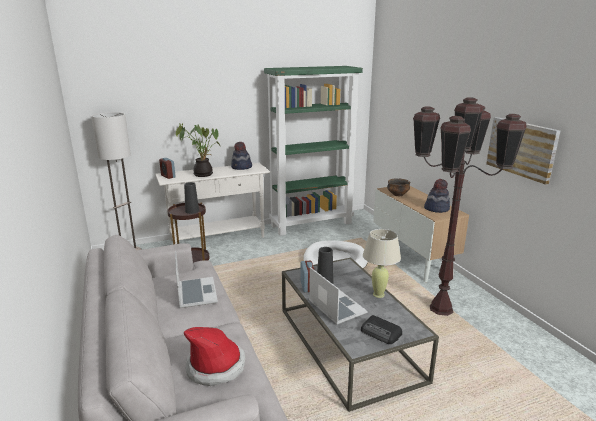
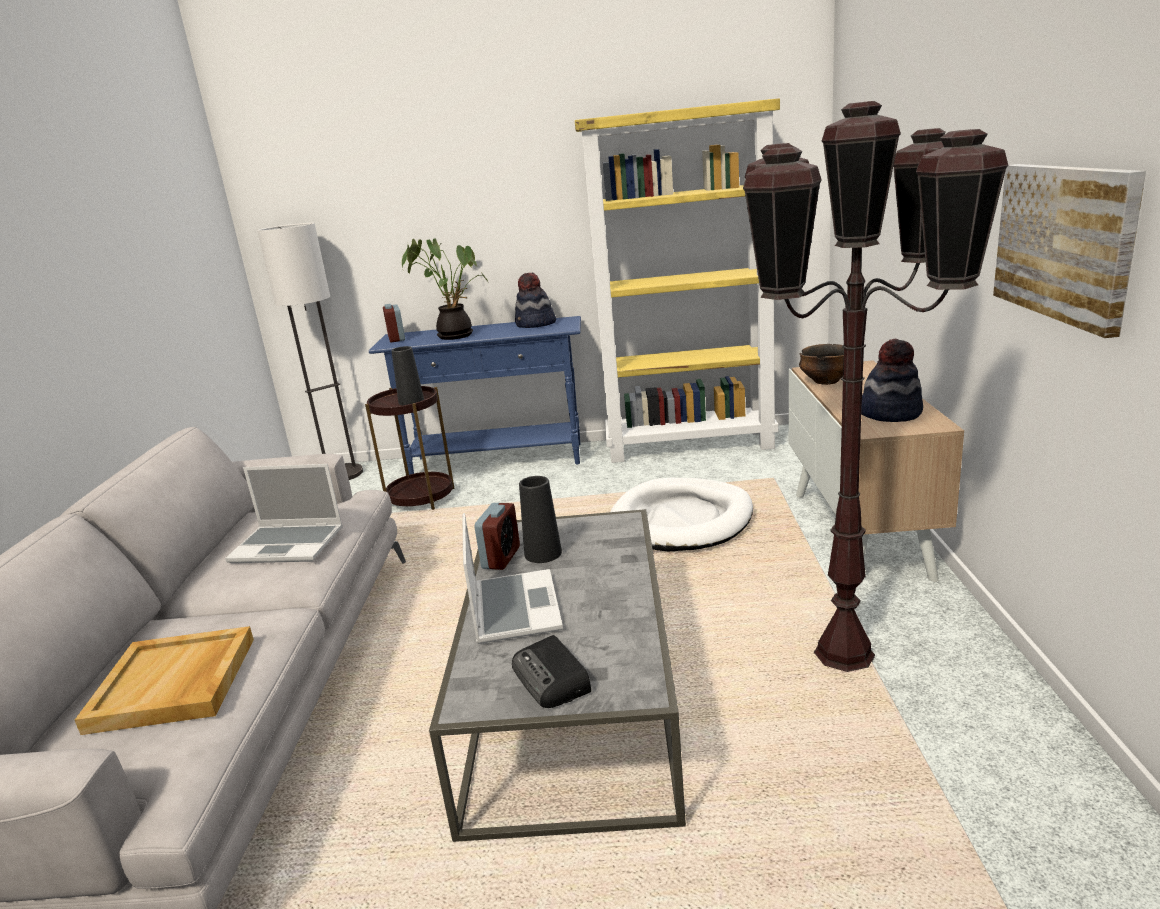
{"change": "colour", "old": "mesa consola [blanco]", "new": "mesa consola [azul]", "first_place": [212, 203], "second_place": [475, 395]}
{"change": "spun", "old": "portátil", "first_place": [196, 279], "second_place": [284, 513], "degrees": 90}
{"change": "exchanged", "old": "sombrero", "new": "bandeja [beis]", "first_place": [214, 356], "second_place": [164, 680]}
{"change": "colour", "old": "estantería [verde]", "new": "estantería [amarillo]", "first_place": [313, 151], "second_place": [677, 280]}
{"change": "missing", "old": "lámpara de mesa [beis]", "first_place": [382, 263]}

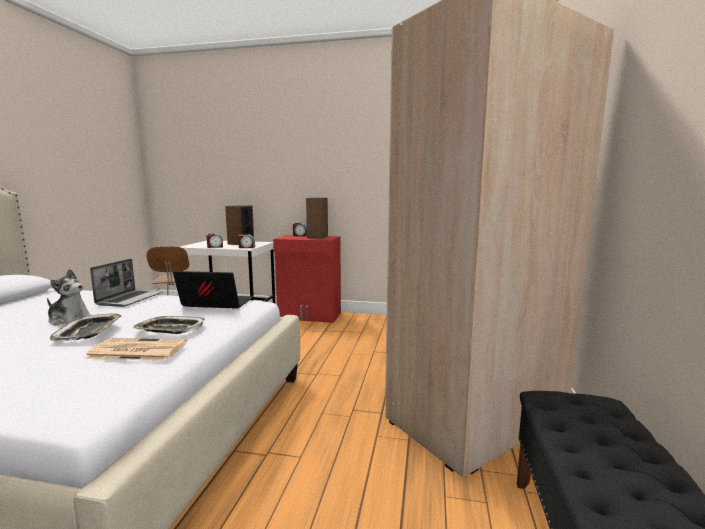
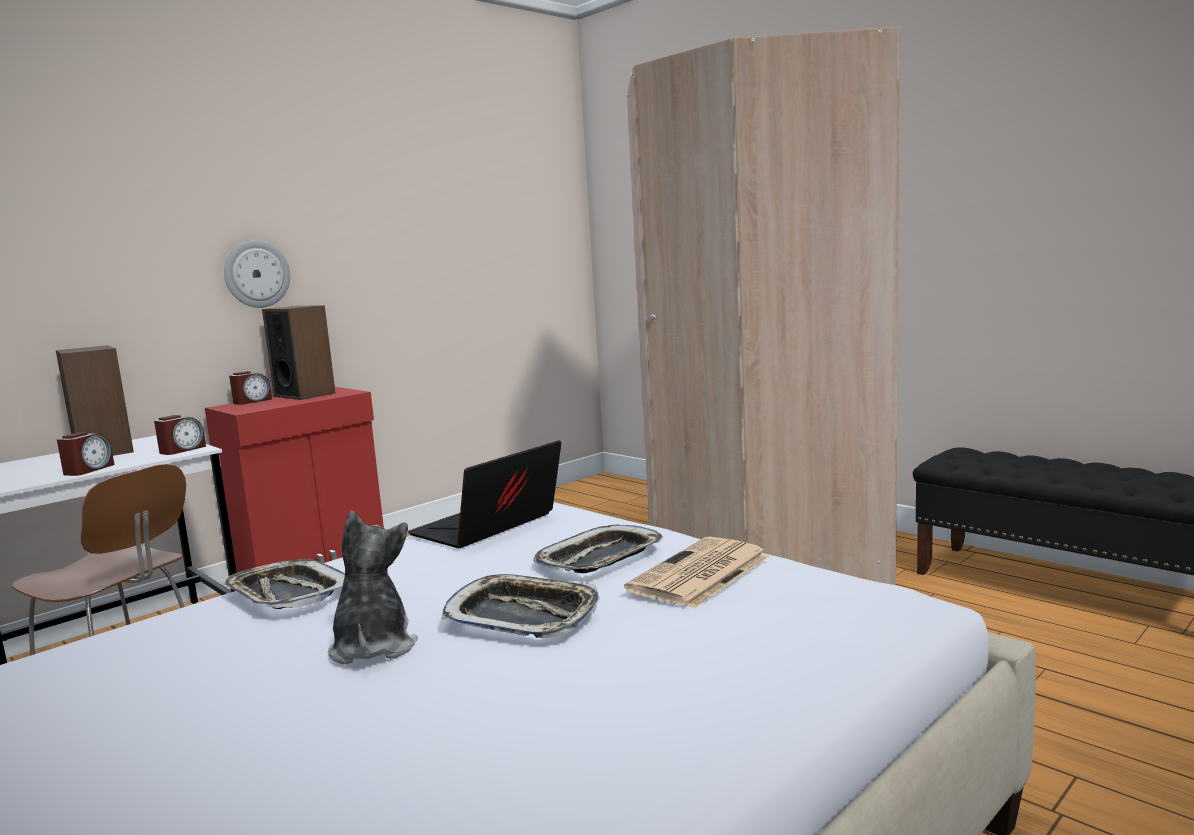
{"change": "spun", "old": "peluche", "first_place": [69, 297], "second_place": [373, 588], "degrees": -60}
{"change": "exchanged", "old": "portátil", "new": "bandeja", "first_place": [126, 283], "second_place": [282, 584]}
{"change": "appeared", "new": "reloj de pared", "second_place": [257, 274]}

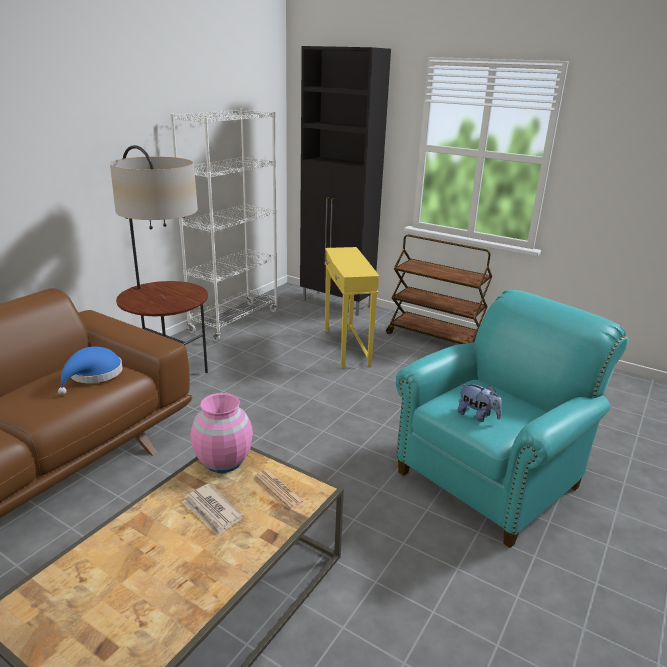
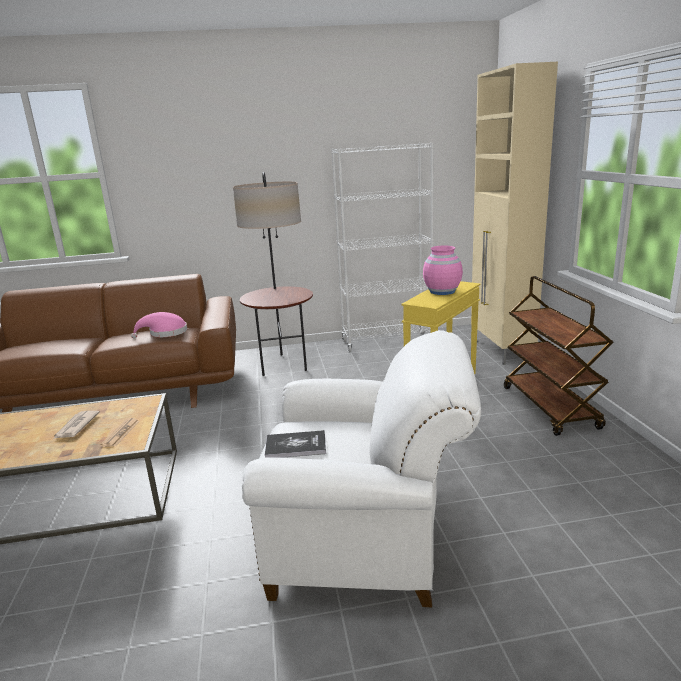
{"change": "colour", "old": "sombrero [azul]", "new": "sombrero [rosa]", "first_place": [90, 370], "second_place": [159, 325]}
{"change": "relocated", "old": "florero [rosa]", "first_place": [222, 433], "second_place": [443, 270]}
{"change": "colour", "old": "armario [negro]", "new": "armario [beis]", "first_place": [345, 181], "second_place": [514, 213]}
{"change": "colour", "old": "sillón [turquesa]", "new": "sillón [blanco]", "first_place": [512, 419], "second_place": [361, 468]}
{"change": "exchanged", "old": "peluche", "new": "libro", "first_place": [479, 403], "second_place": [295, 444]}

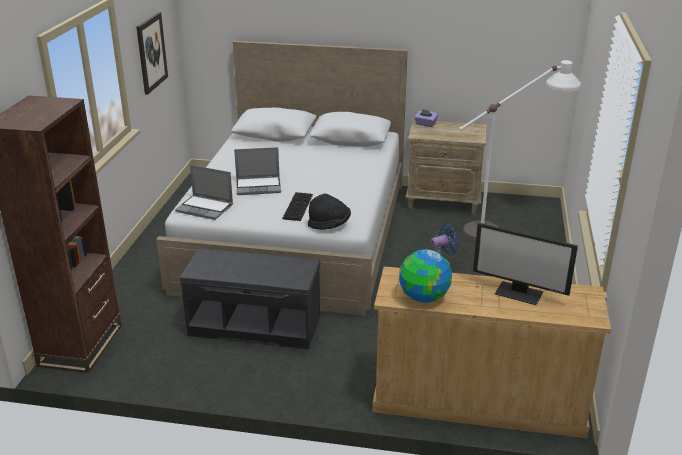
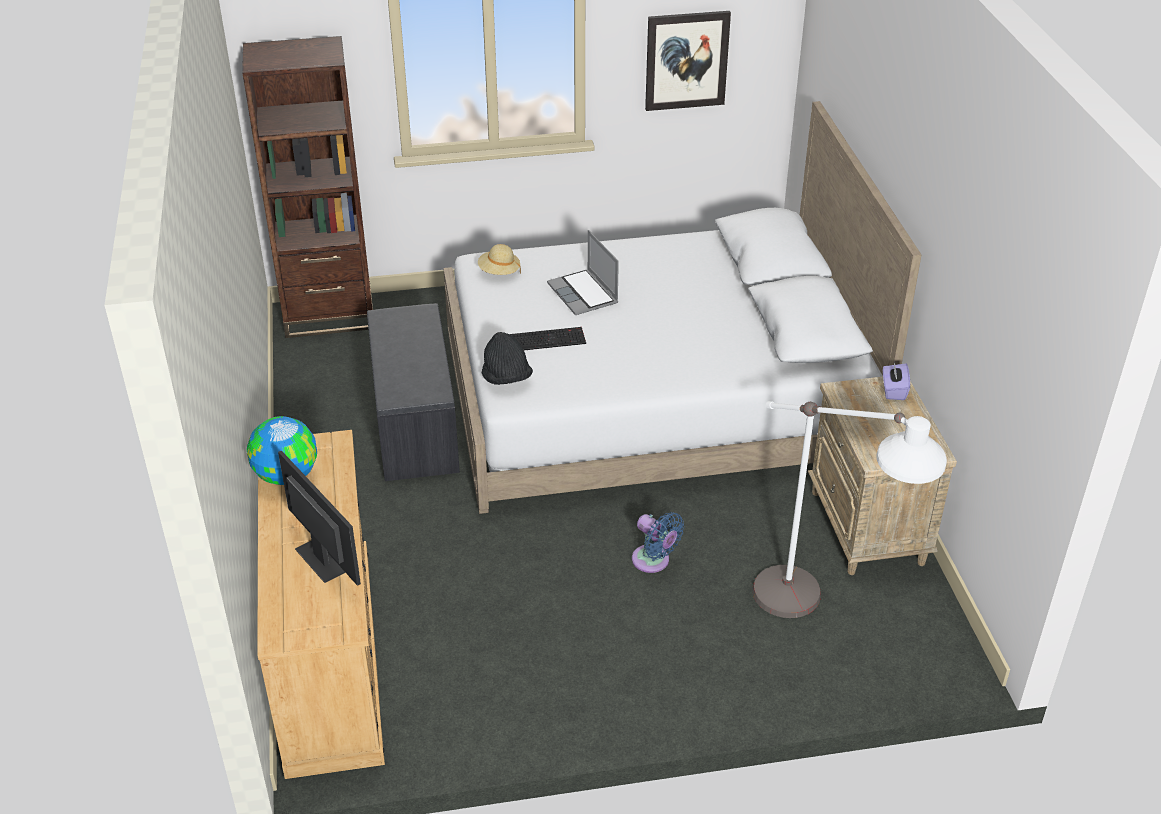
{"change": "exchanged", "old": "portátil", "new": "sombrero [beis]", "first_place": [204, 192], "second_place": [499, 259]}
{"change": "spun", "old": "monitor", "first_place": [525, 264], "second_place": [319, 518], "degrees": 135}

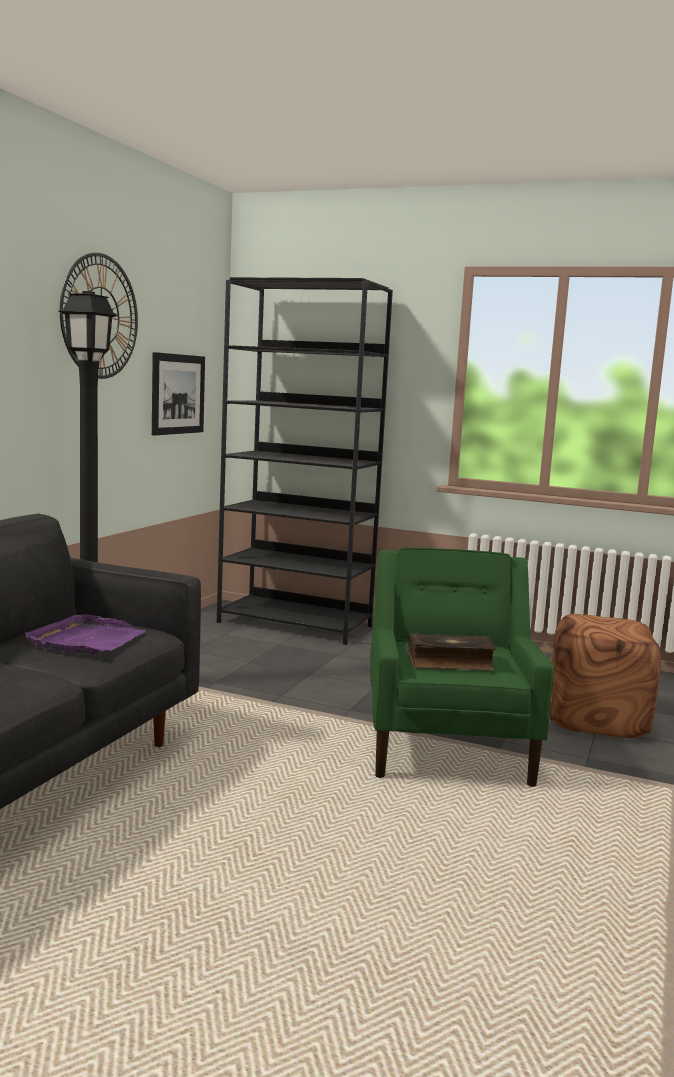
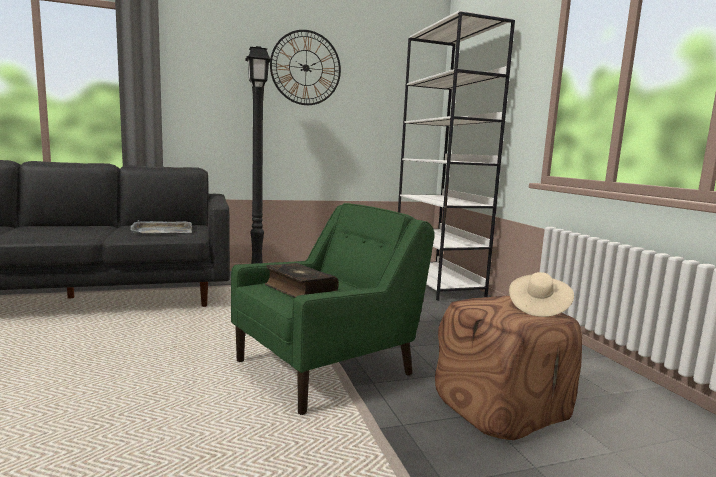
{"change": "colour", "old": "bandeja [morado]", "new": "bandeja [gris]", "first_place": [85, 634], "second_place": [161, 226]}
{"change": "missing", "old": "cuadro", "first_place": [178, 393]}
{"change": "colour", "old": "estantería [negro]", "new": "estantería [blanco]", "first_place": [305, 461], "second_place": [456, 155]}
{"change": "appeared", "new": "sombrero [beis]", "second_place": [541, 294]}

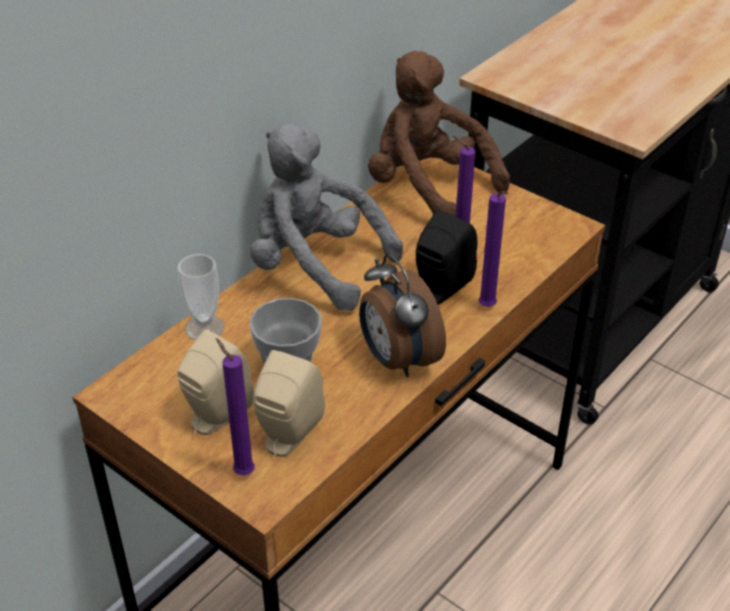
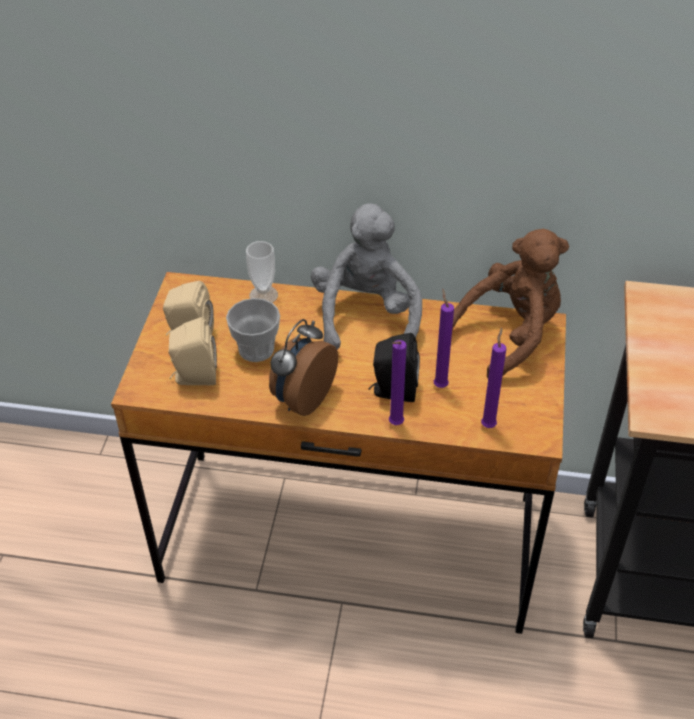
{"change": "relocated", "old": "vela [morado]", "first_place": [235, 406], "second_place": [493, 378]}
{"change": "spun", "old": "peluche [marrón]", "first_place": [439, 134], "second_place": [510, 303], "degrees": 45}

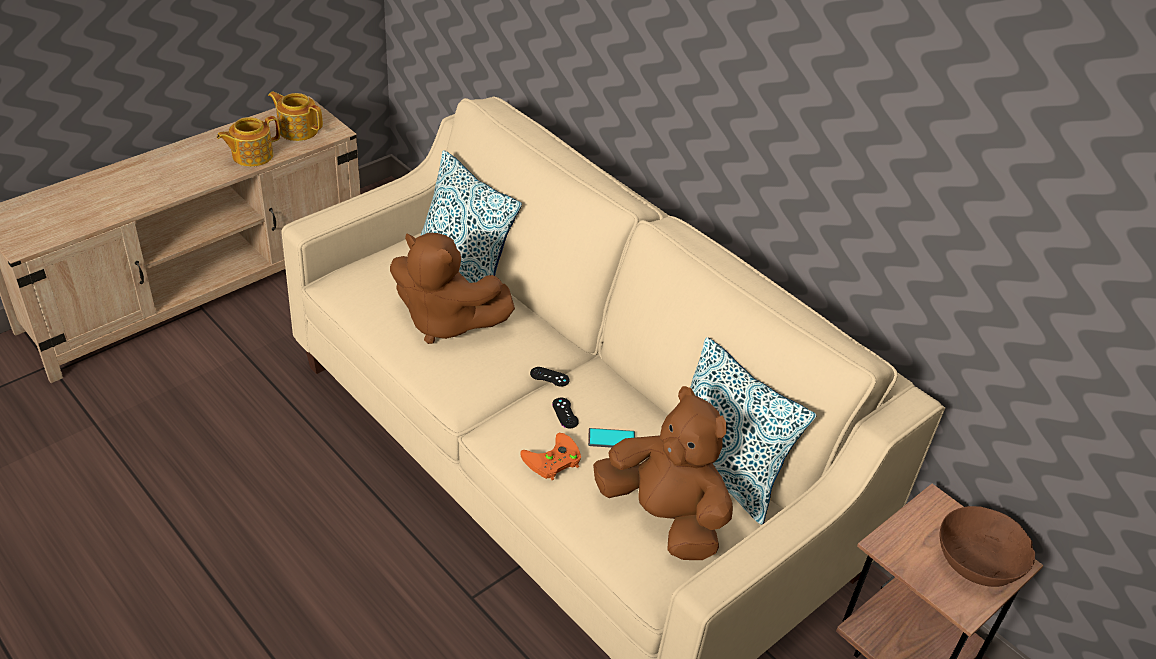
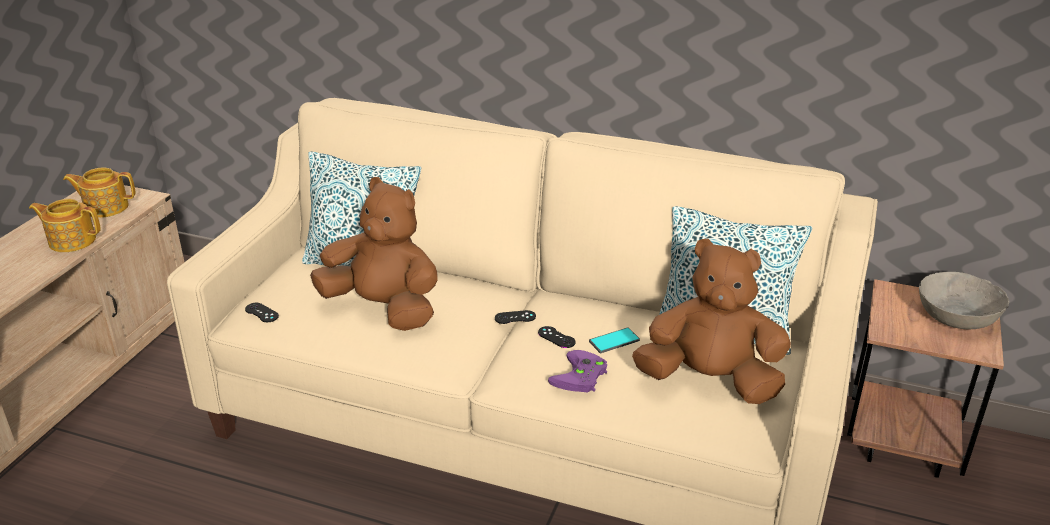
{"change": "spun", "old": "tetera", "first_place": [248, 141], "second_place": [65, 225], "degrees": 75}
{"change": "spun", "old": "peluche [marrón]", "first_place": [452, 288], "second_place": [374, 254], "degrees": -150}
{"change": "colour", "old": "mando de consola [naranja]", "new": "mando de consola [morado]", "first_place": [550, 456], "second_place": [578, 371]}
{"change": "colour", "old": "cuenco [marrón]", "new": "cuenco [gris]", "first_place": [987, 546], "second_place": [964, 301]}
{"change": "appeared", "new": "mando de consola [negro]", "second_place": [262, 312]}

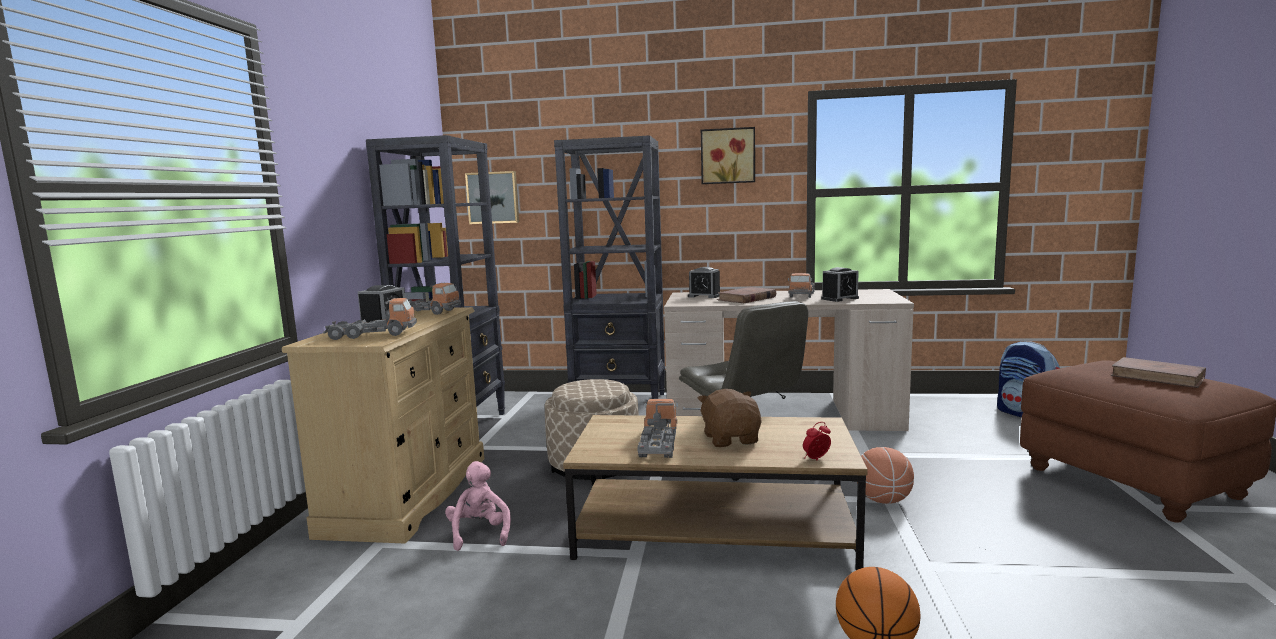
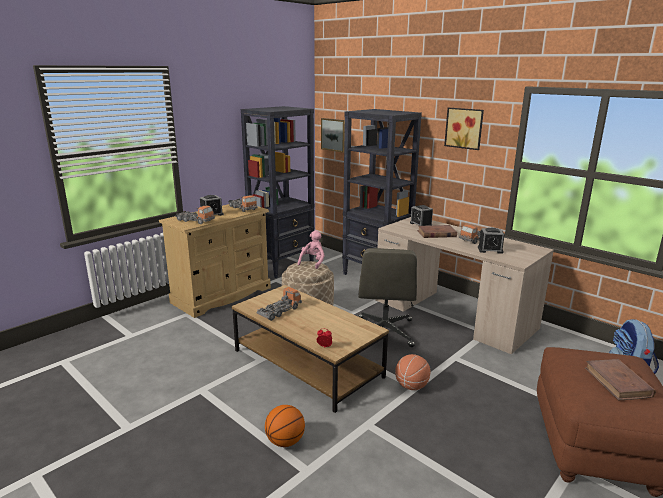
{"change": "relocated", "old": "peluche [rosa]", "first_place": [478, 506], "second_place": [311, 249]}
{"change": "missing", "old": "peluche [marrón]", "first_place": [729, 418]}

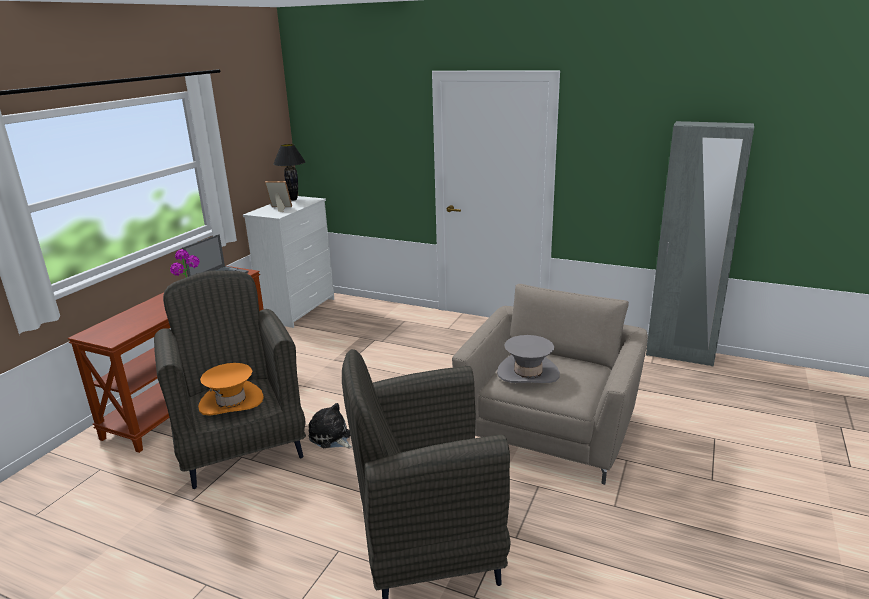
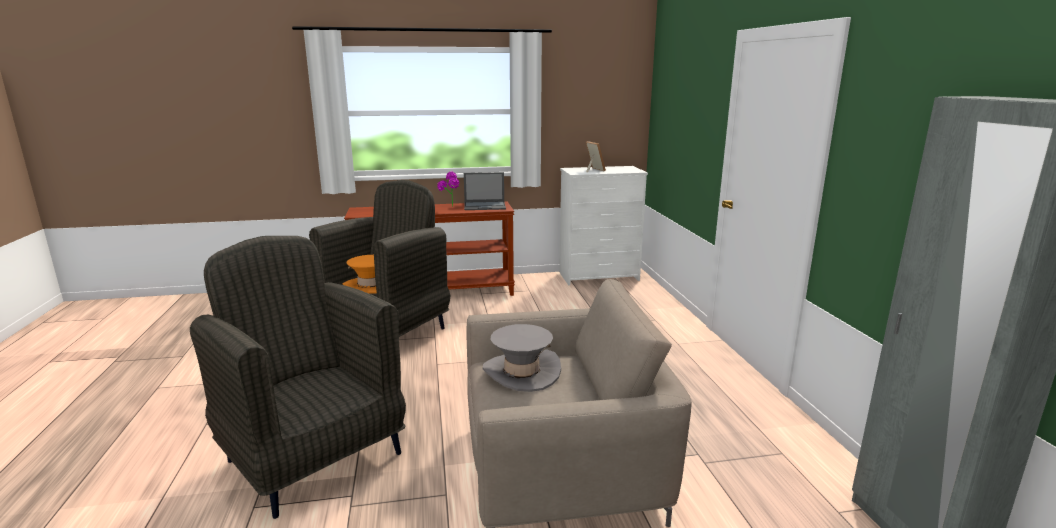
{"change": "missing", "old": "lámpara de mesa [negro]", "first_place": [289, 172]}
{"change": "missing", "old": "peluche", "first_place": [330, 425]}

